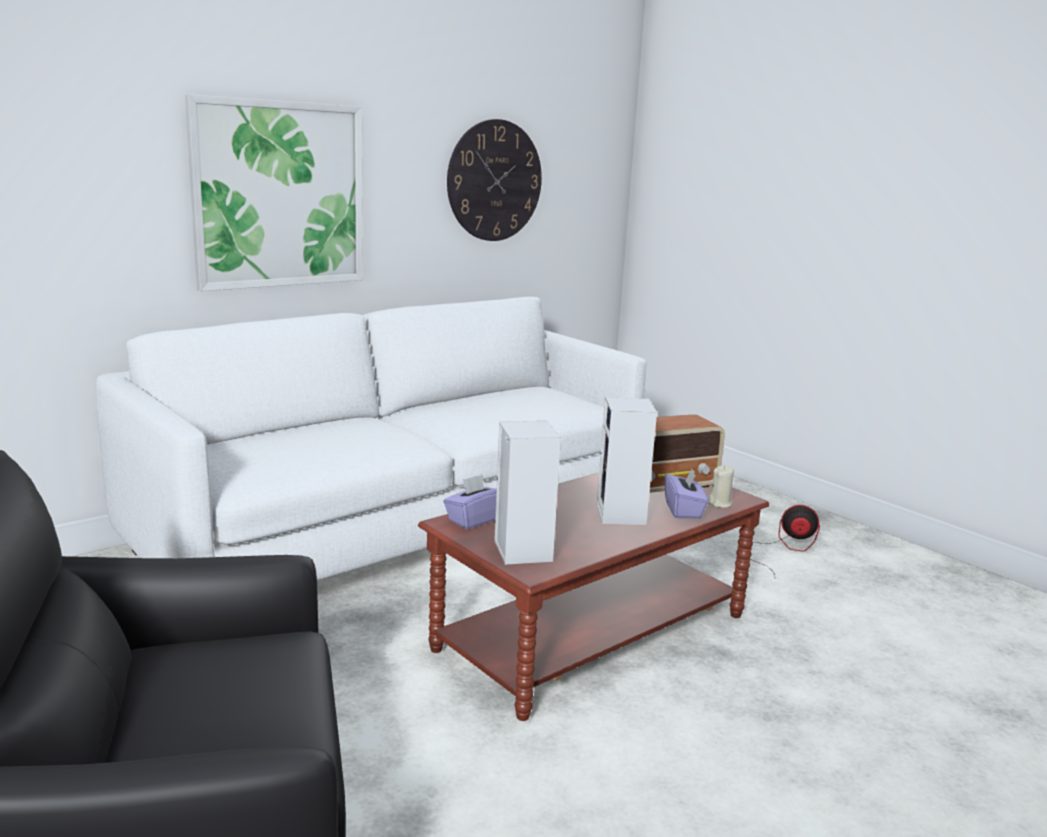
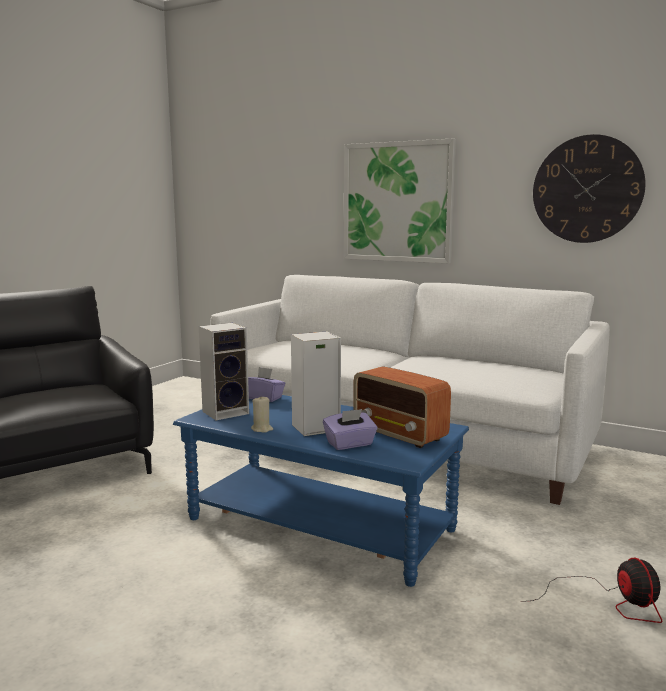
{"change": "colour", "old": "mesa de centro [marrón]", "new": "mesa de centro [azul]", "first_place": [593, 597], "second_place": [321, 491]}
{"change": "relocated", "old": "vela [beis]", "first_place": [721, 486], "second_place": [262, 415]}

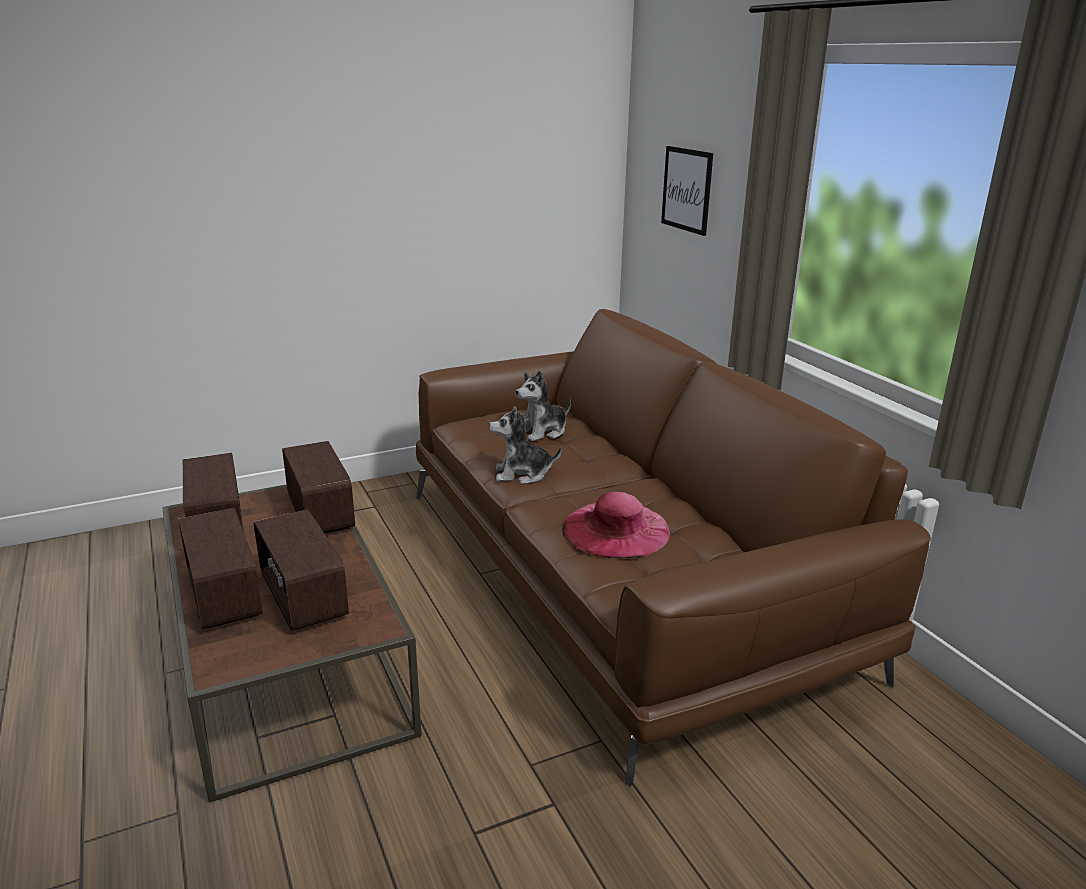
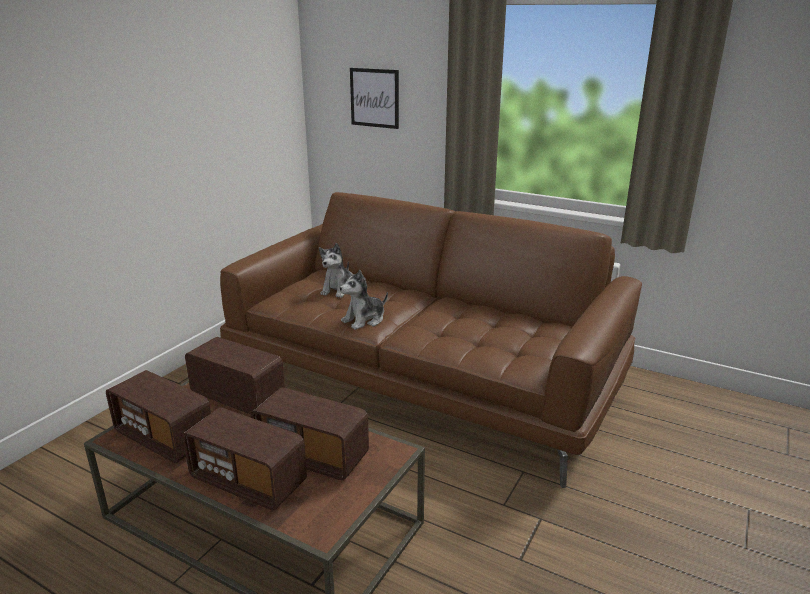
{"change": "missing", "old": "sombrero [rosa]", "first_place": [616, 525]}

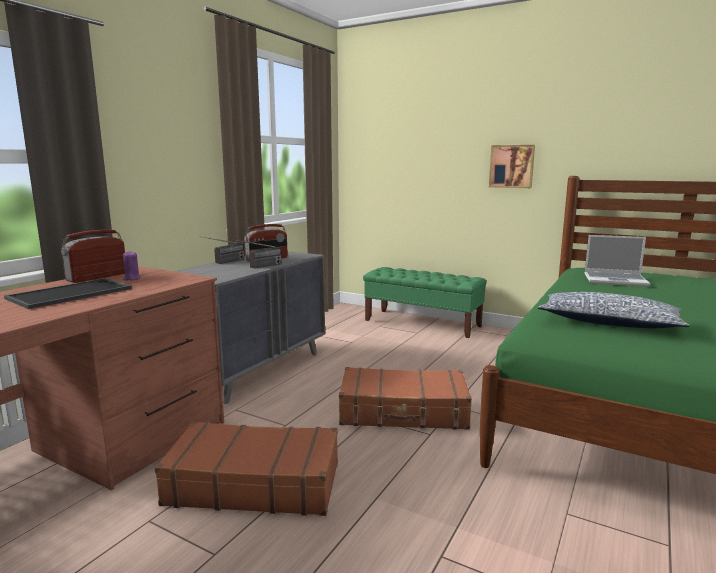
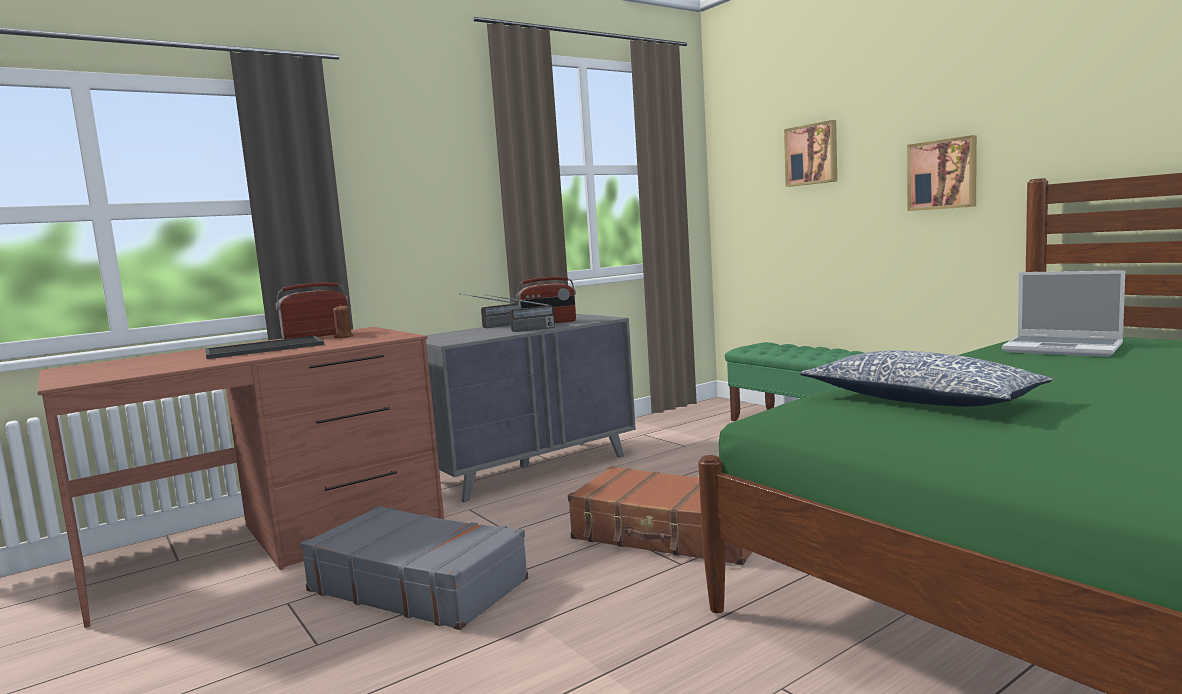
{"change": "colour", "old": "vela [morado]", "new": "vela [marrón]", "first_place": [132, 265], "second_place": [343, 322]}
{"change": "colour", "old": "maleta [marrón]", "new": "maleta [gris]", "first_place": [246, 469], "second_place": [414, 568]}
{"change": "appeared", "new": "cuadro", "second_place": [810, 153]}

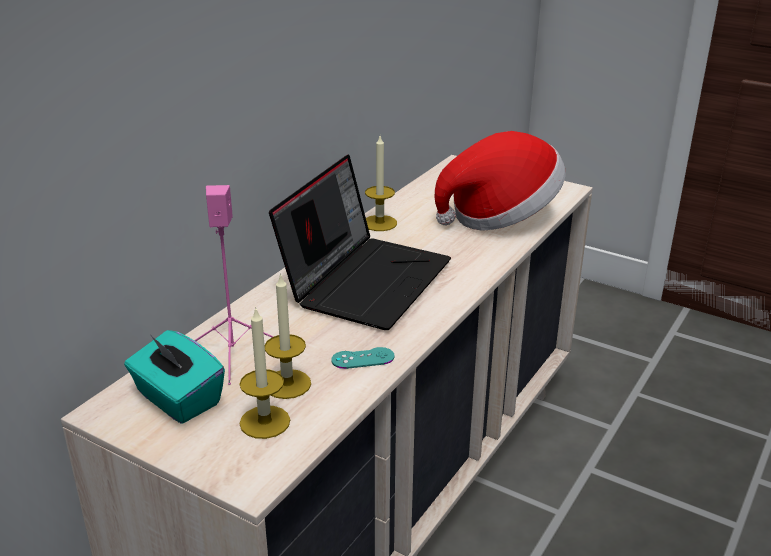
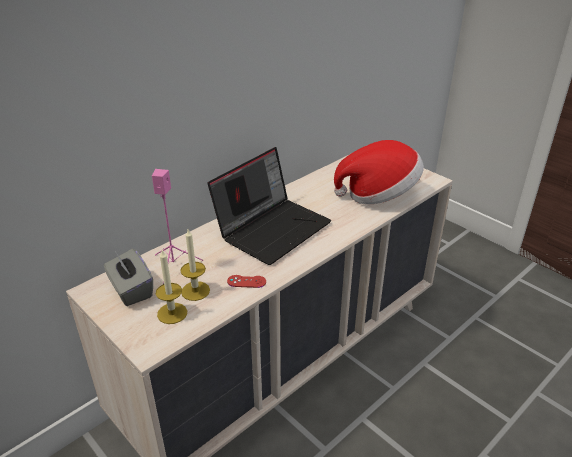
{"change": "colour", "old": "caja de pañuelos [turquesa]", "new": "caja de pañuelos [gris]", "first_place": [174, 377], "second_place": [128, 277]}
{"change": "colour", "old": "mando de consola [turquesa]", "new": "mando de consola [rojo]", "first_place": [363, 358], "second_place": [246, 281]}
{"change": "missing", "old": "vela", "first_place": [381, 183]}

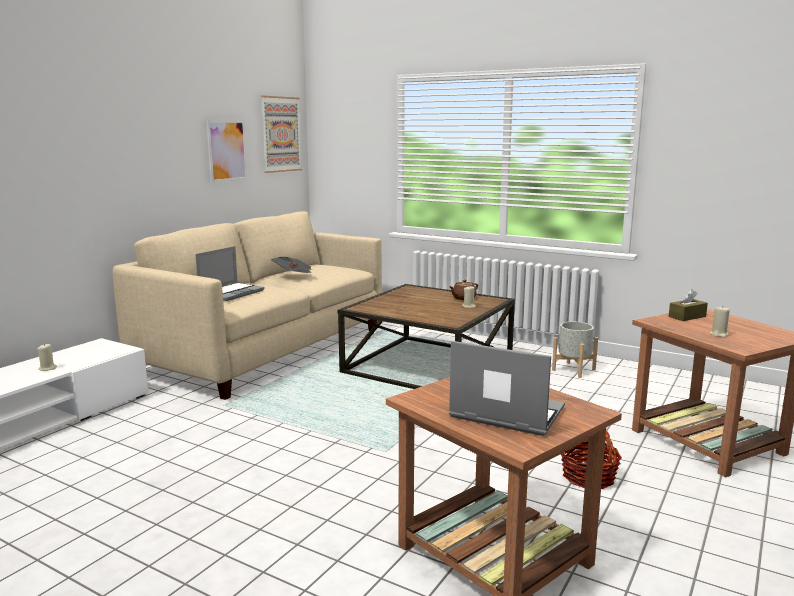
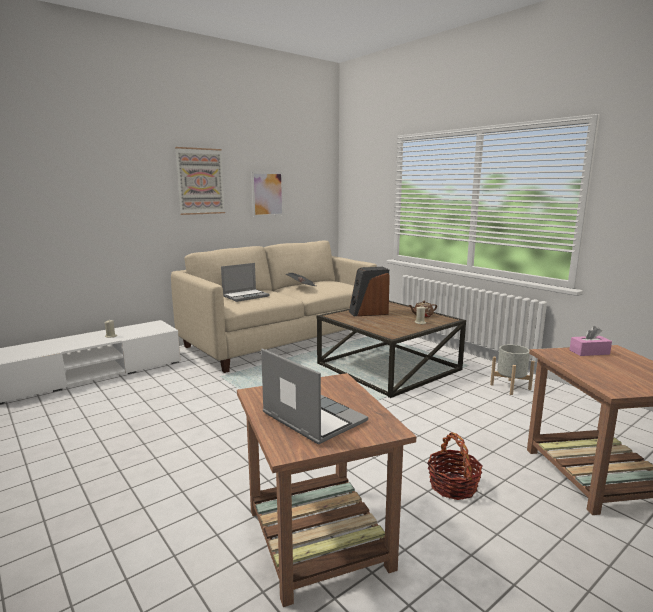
{"change": "relocated", "old": "cuadro", "first_place": [281, 134], "second_place": [200, 181]}
{"change": "colour", "old": "caja de pañuelos [marrón]", "new": "caja de pañuelos [rosa]", "first_place": [688, 305], "second_place": [591, 341]}
{"change": "missing", "old": "vela [beis]", "first_place": [720, 322]}
{"change": "appeared", "new": "altavoz", "second_place": [369, 291]}

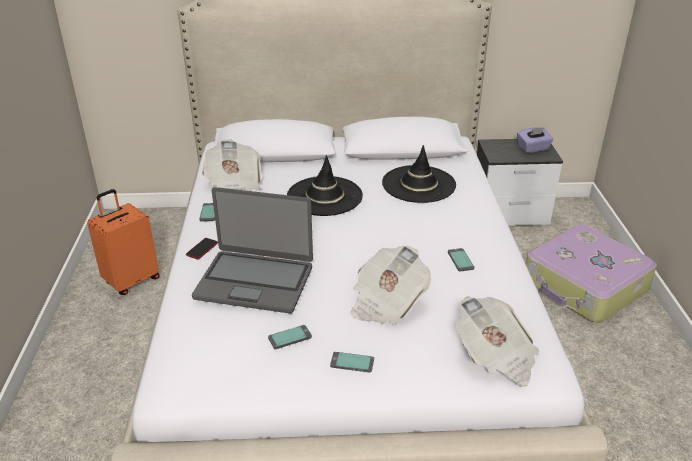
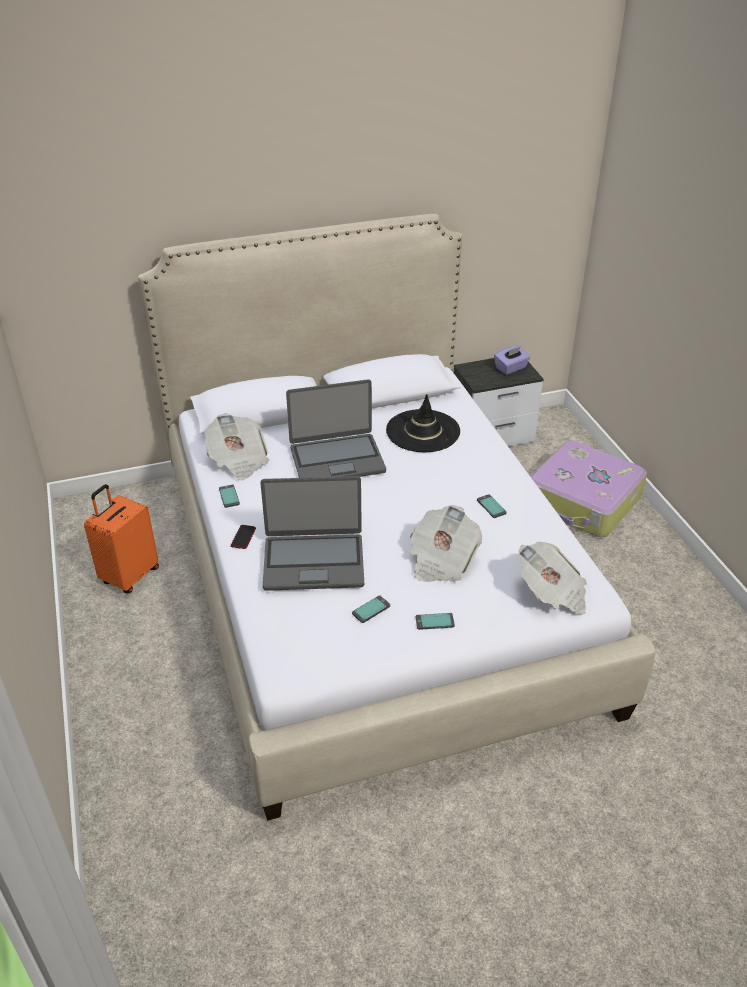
{"change": "exchanged", "old": "sombrero [negro]", "new": "portátil", "first_place": [325, 185], "second_place": [336, 428]}

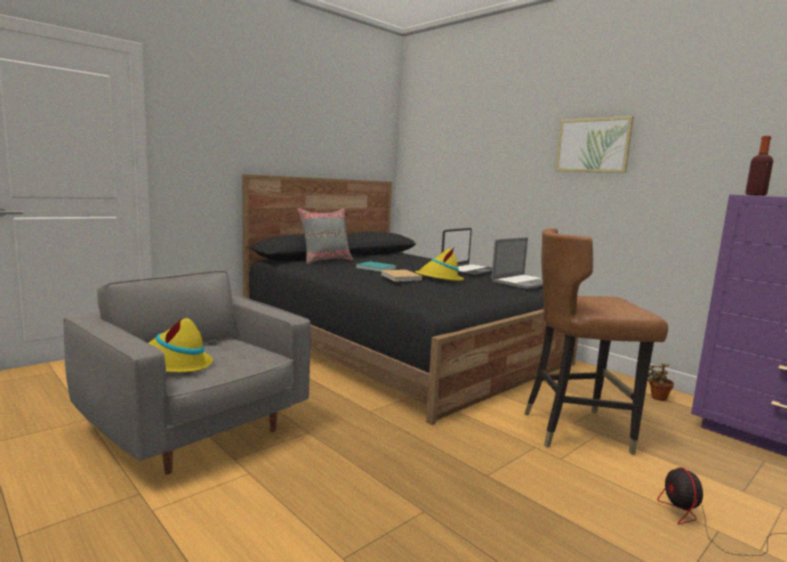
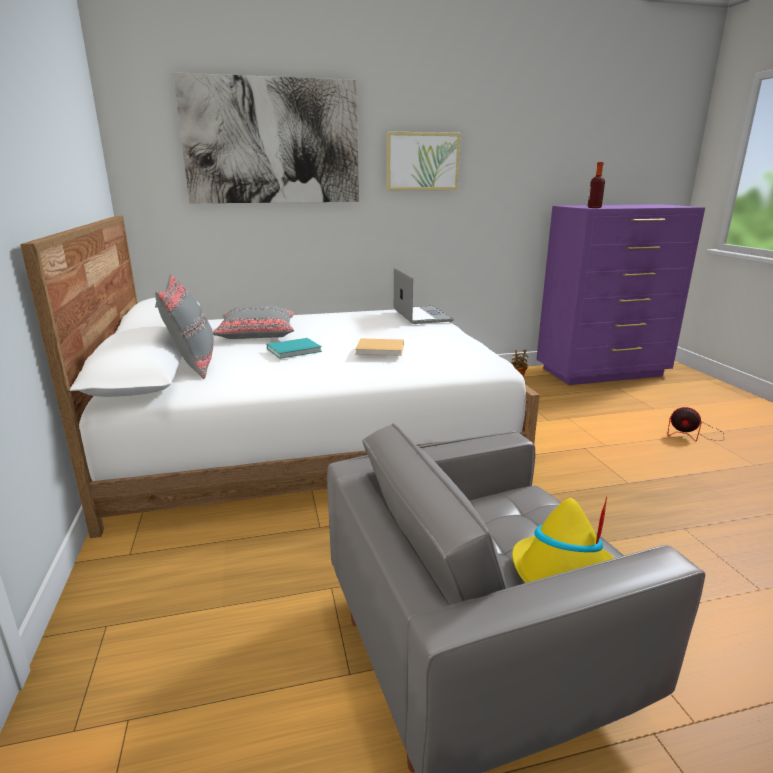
{"change": "colour", "old": "cama [negro]", "new": "cama [blanco]", "first_place": [410, 299], "second_place": [280, 377]}
{"change": "missing", "old": "sombrero [amarillo]", "first_place": [439, 264]}
{"change": "missing", "old": "portátil", "first_place": [466, 252]}
{"change": "missing", "old": "silla [marrón]", "first_place": [596, 341]}
{"change": "appeared", "new": "cuadro", "second_place": [266, 137]}
{"change": "appeared", "new": "cojín [gris]", "second_place": [253, 322]}

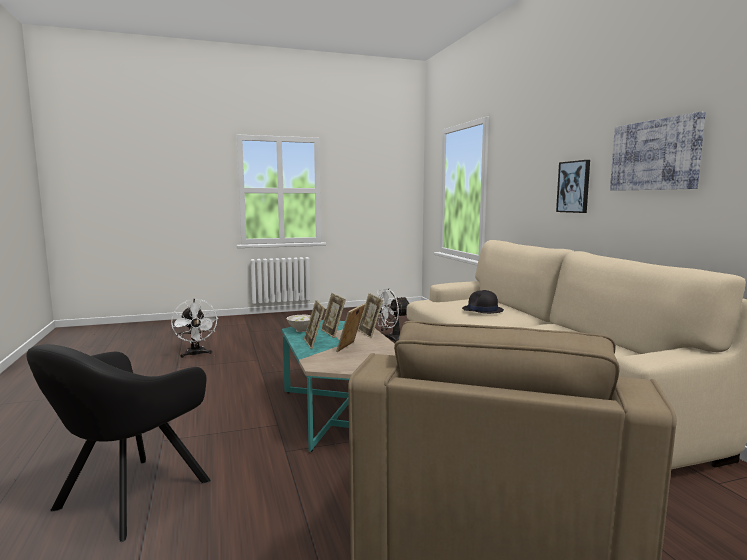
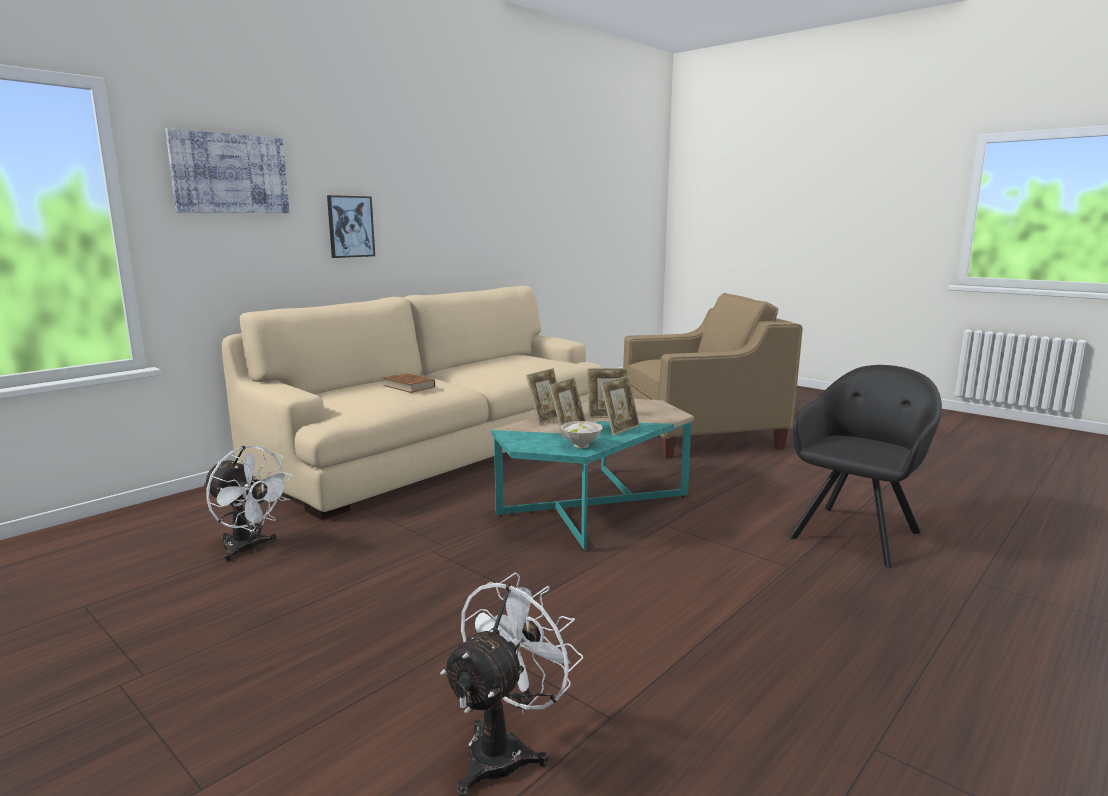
{"change": "spun", "old": "sillón [negro]", "first_place": [118, 443], "second_place": [865, 467], "degrees": -45}
{"change": "exchanged", "old": "sombrero [negro]", "new": "libro [marrón]", "first_place": [483, 302], "second_place": [409, 383]}
{"change": "relocated", "old": "cuadro", "first_place": [658, 151], "second_place": [227, 170]}

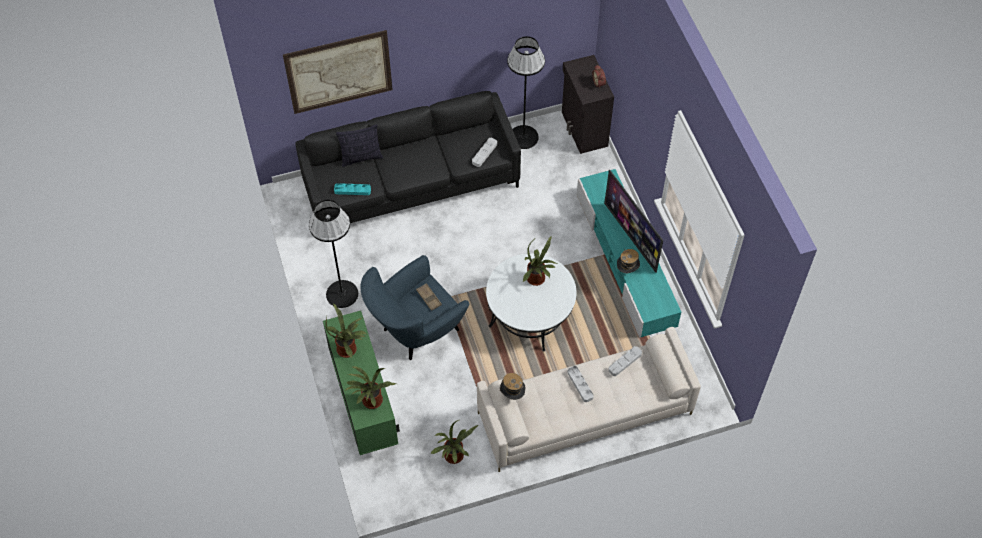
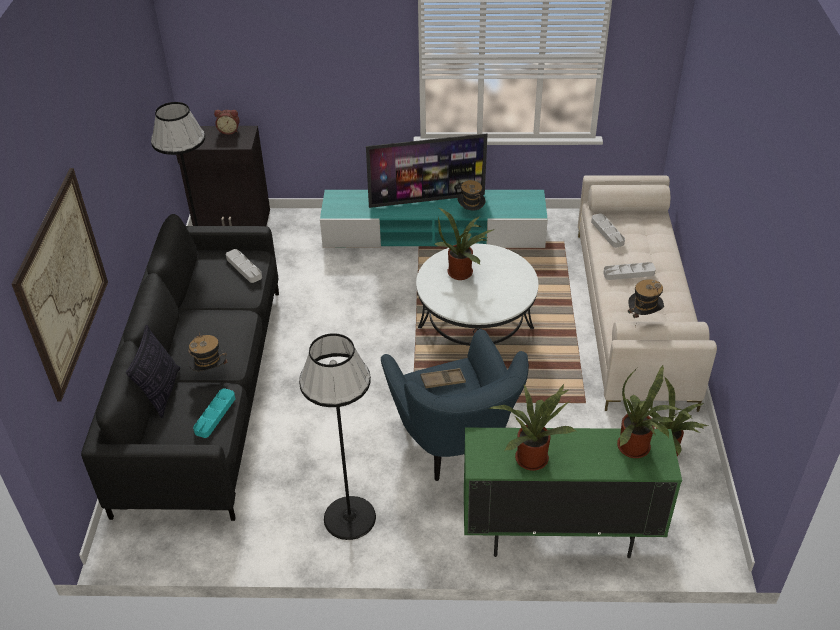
{"change": "appeared", "new": "sombrero", "second_place": [207, 352]}

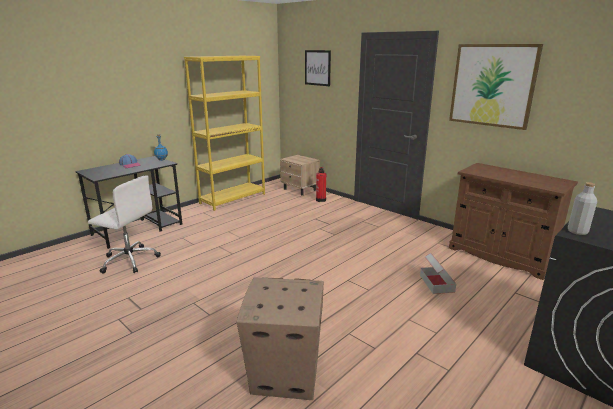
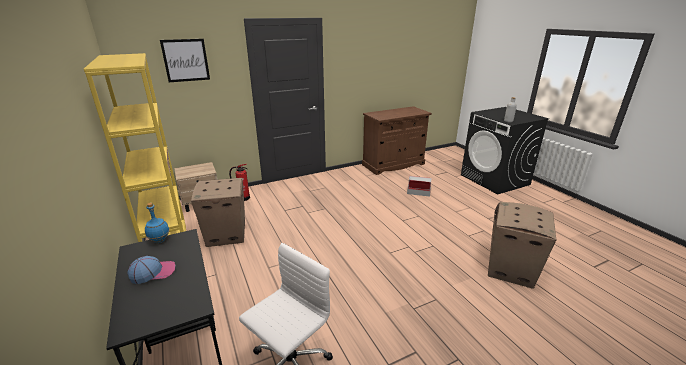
{"change": "missing", "old": "cuadro", "first_place": [496, 87]}
{"change": "appeared", "new": "caja de cartón", "second_place": [218, 212]}

